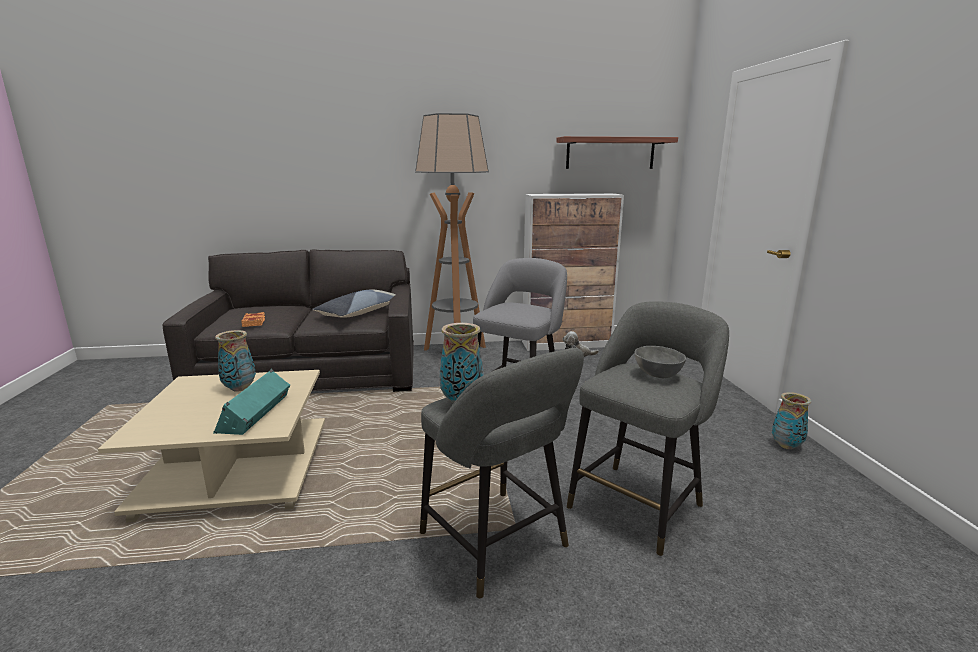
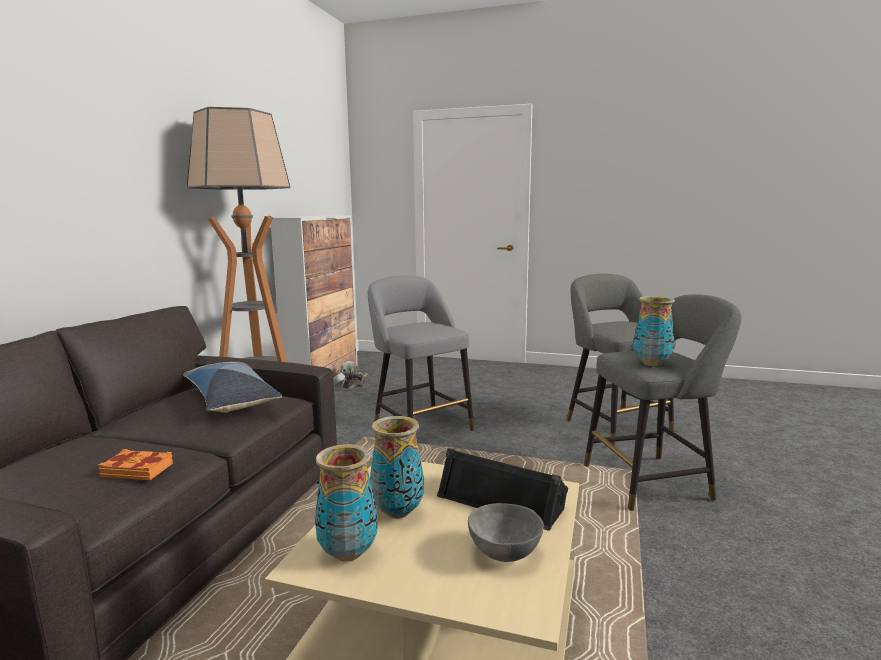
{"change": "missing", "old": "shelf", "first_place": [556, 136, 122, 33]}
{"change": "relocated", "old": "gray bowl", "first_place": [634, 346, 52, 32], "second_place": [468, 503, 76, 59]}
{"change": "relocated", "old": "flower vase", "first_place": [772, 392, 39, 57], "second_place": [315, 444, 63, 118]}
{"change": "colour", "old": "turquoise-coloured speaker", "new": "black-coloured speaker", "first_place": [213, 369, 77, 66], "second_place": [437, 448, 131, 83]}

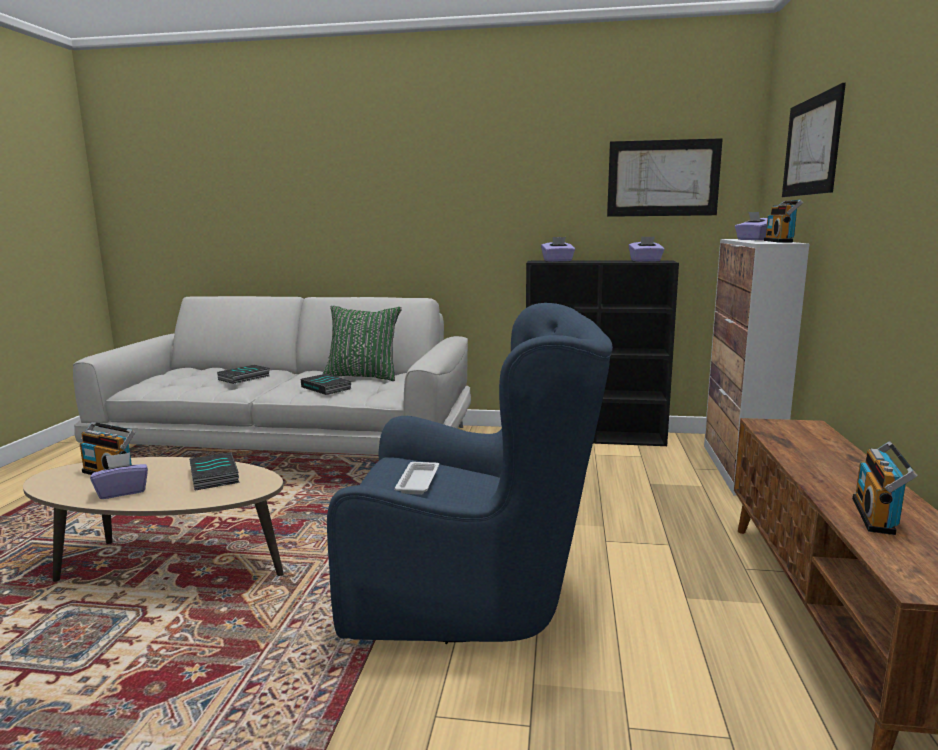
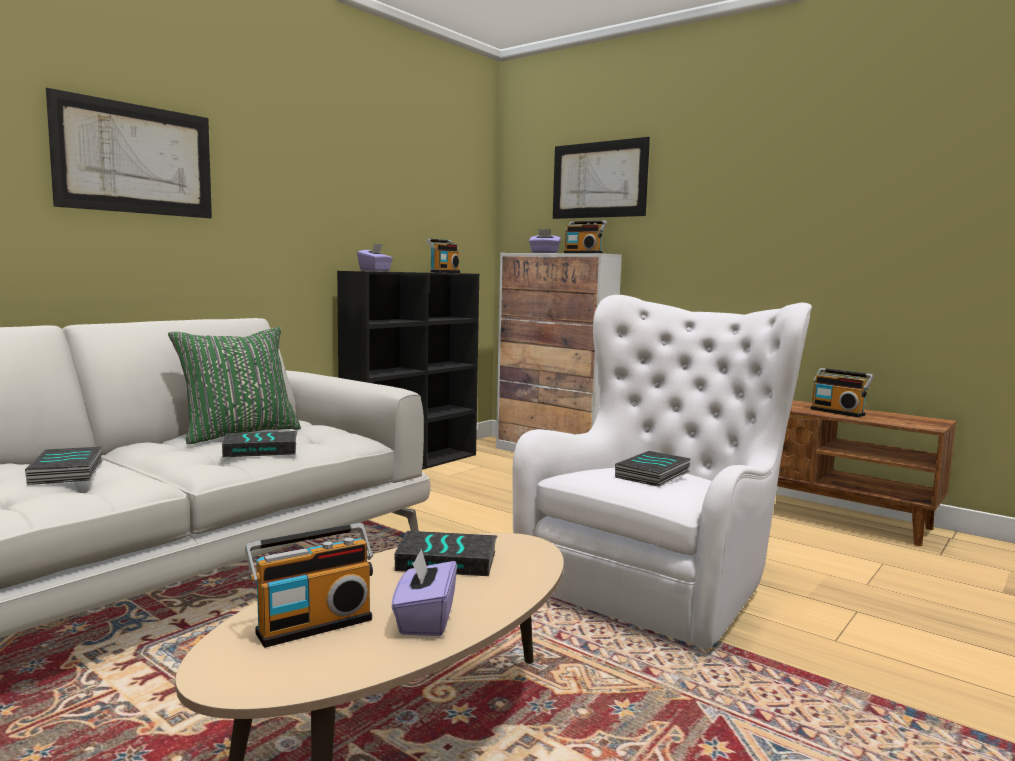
{"change": "relocated", "old": "wall art", "first_place": [607, 138, 116, 79], "second_place": [46, 88, 166, 130]}
{"change": "exchanged", "old": "white serving tray", "new": "bound book", "first_place": [394, 462, 45, 33], "second_place": [615, 451, 75, 36]}
{"change": "exchanged", "old": "purple box of tissues", "new": "radio", "first_place": [629, 236, 36, 26], "second_place": [426, 238, 34, 35]}
{"change": "colour", "old": "blue-coloured lounge chair", "new": "white lounge chair", "first_place": [327, 303, 286, 341], "second_place": [512, 295, 300, 354]}

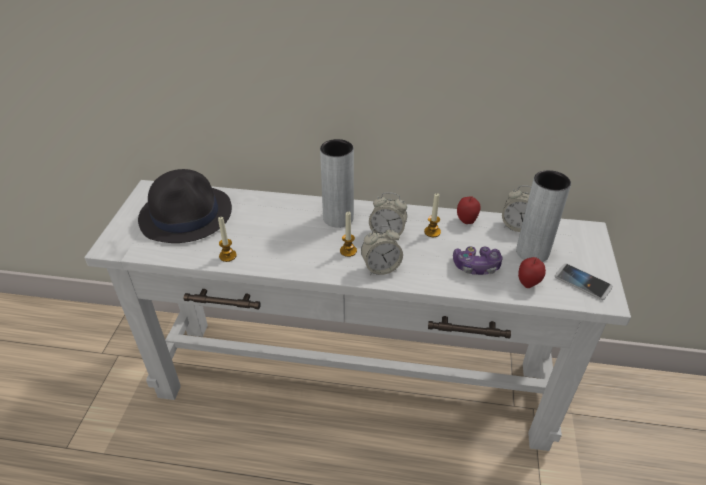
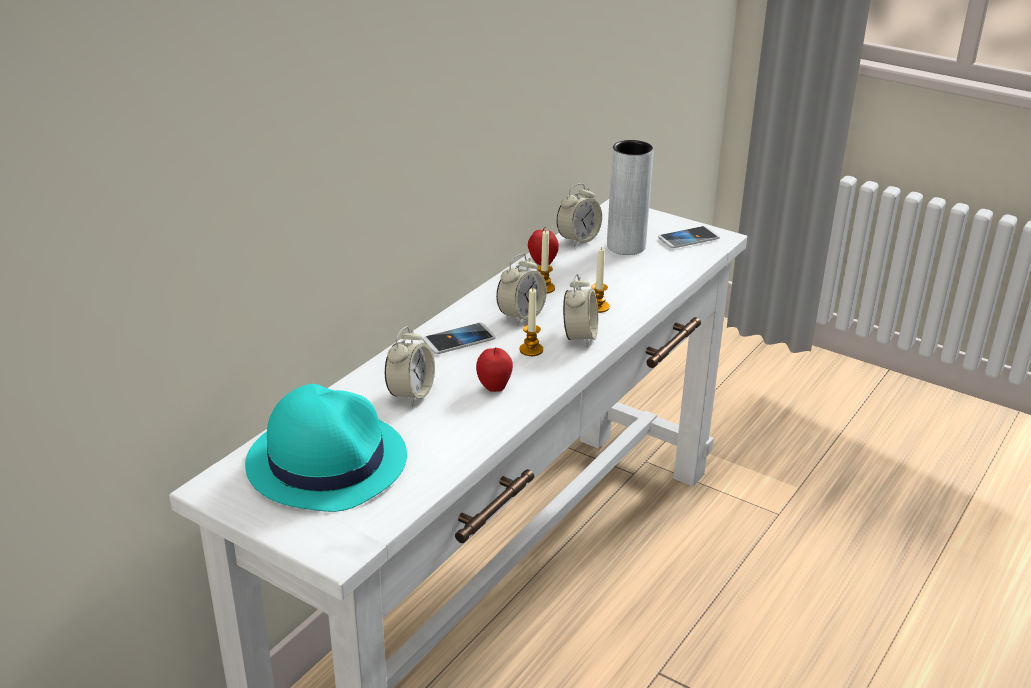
{"change": "missing", "old": "gamepad", "first_place": [453, 246, 50, 29]}
{"change": "appeared", "new": "bedside clock", "second_place": [385, 326, 50, 80]}
{"change": "relocated", "old": "wax candle", "first_place": [218, 216, 19, 46], "second_place": [591, 248, 19, 65]}
{"change": "relocated", "old": "apple fruit", "first_place": [518, 257, 28, 31], "second_place": [476, 347, 37, 45]}
{"change": "exchanged", "old": "gray flower vase", "new": "handset", "first_place": [320, 139, 34, 89], "second_place": [423, 323, 73, 31]}
{"change": "colour", "old": "black-coloured clothing hat", "new": "turquoise-coloured clothing hat", "first_place": [138, 169, 94, 74], "second_place": [245, 384, 162, 128]}

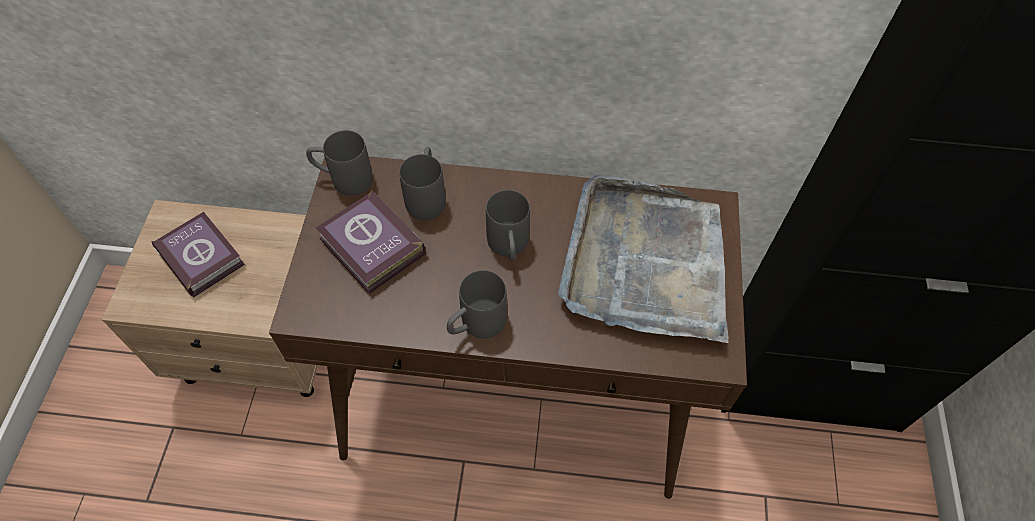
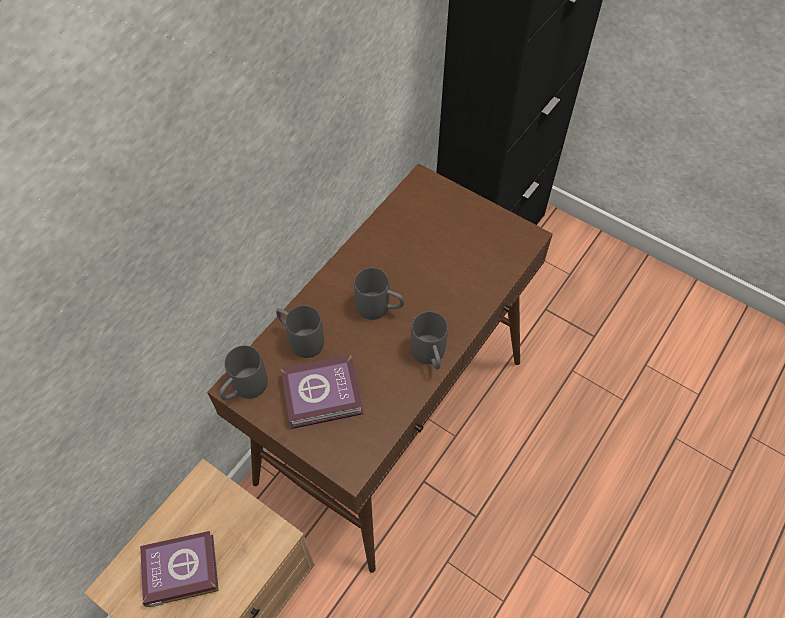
{"change": "missing", "old": "gray serving tray", "first_place": [558, 175, 171, 168]}

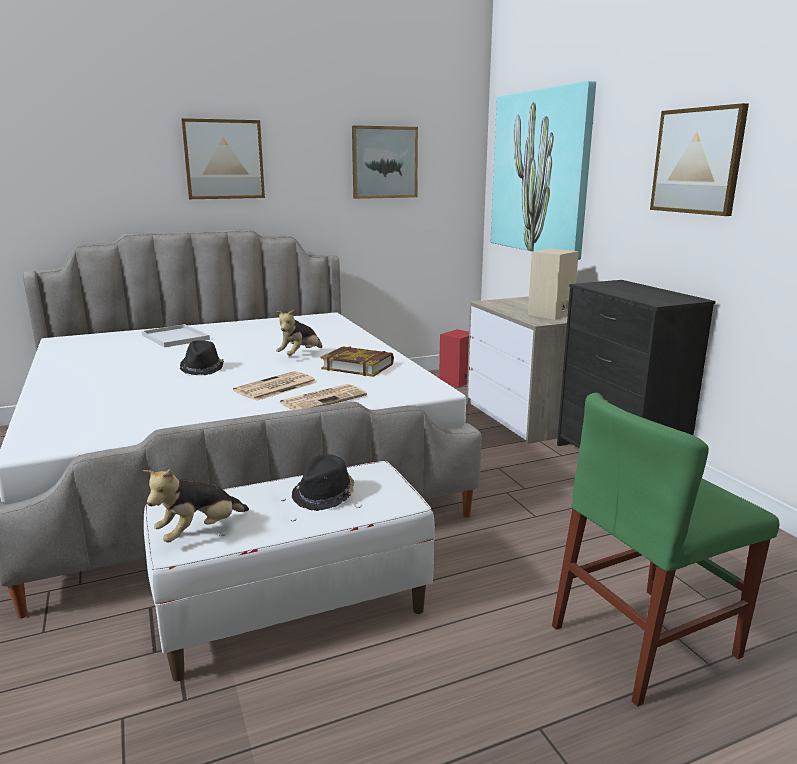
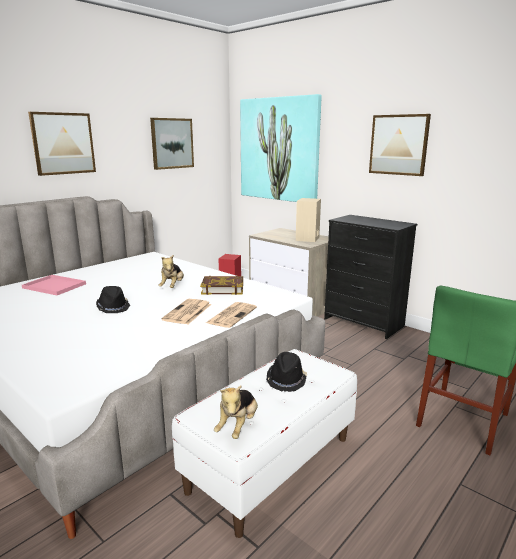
{"change": "colour", "old": "white serving tray", "new": "pink-coloured serving tray", "first_place": [141, 324, 69, 24], "second_place": [22, 275, 64, 20]}

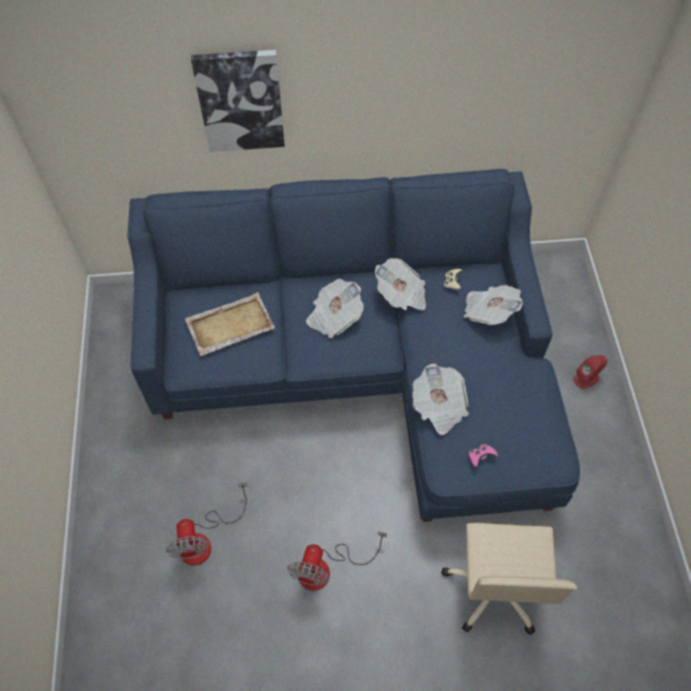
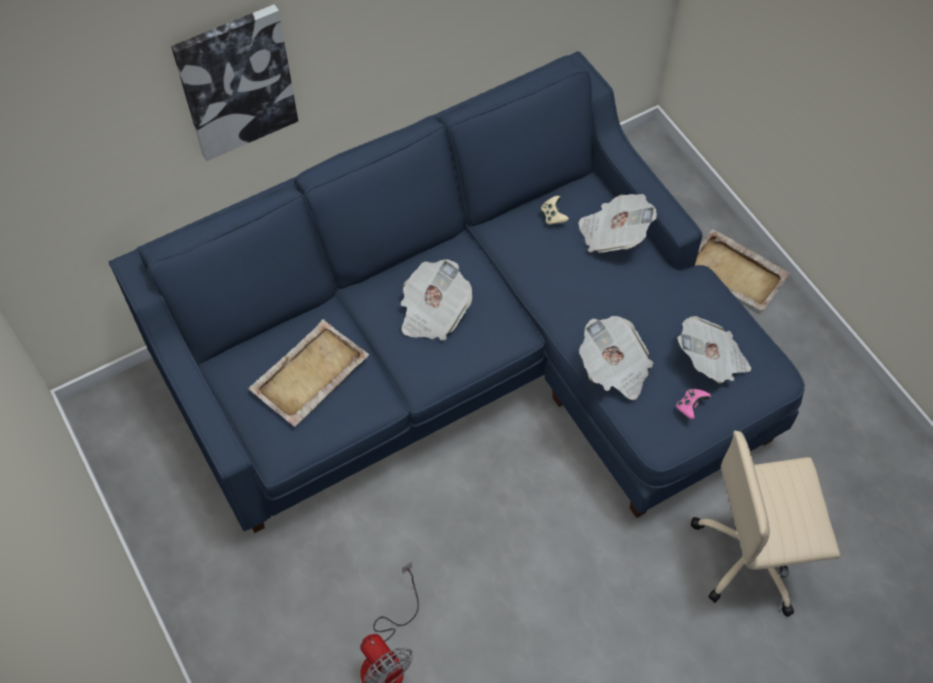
{"change": "missing", "old": "cooling fan", "first_place": [287, 531, 100, 60]}
{"change": "relocated", "old": "newspaper", "first_place": [375, 258, 51, 52], "second_place": [677, 316, 74, 67]}
{"change": "exchanged", "old": "red speaker", "new": "sand-coloured serving tray", "first_place": [573, 355, 34, 34], "second_place": [695, 229, 96, 82]}
{"change": "spun", "old": "sand-coloured computer chair", "first_place": [441, 523, 137, 112], "second_place": [691, 430, 149, 187], "degrees": 105}

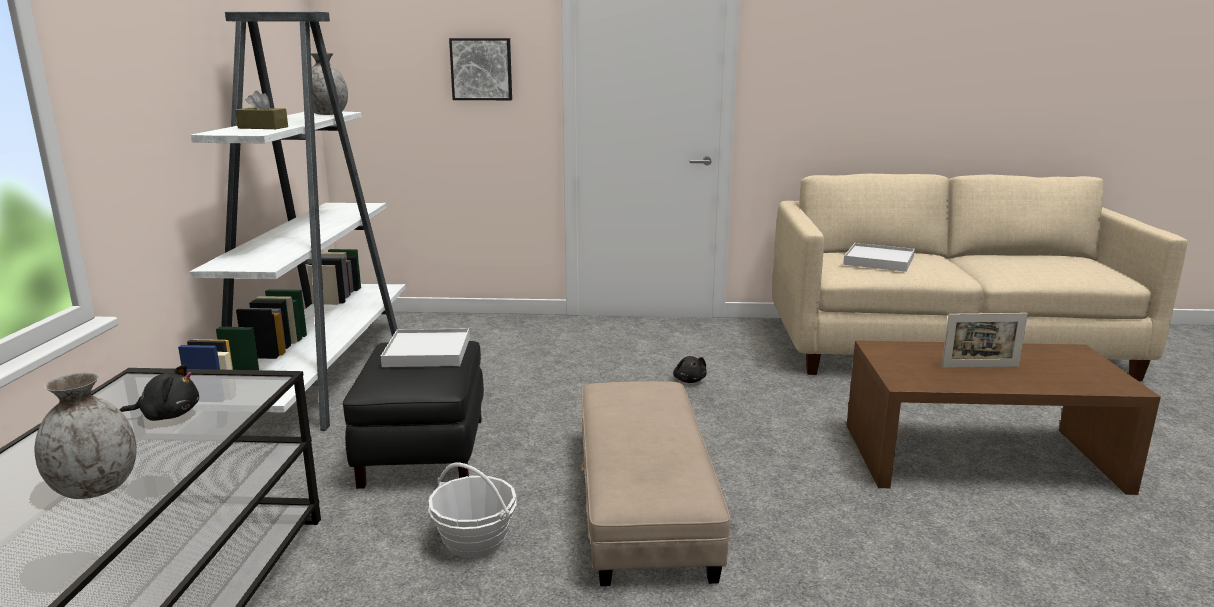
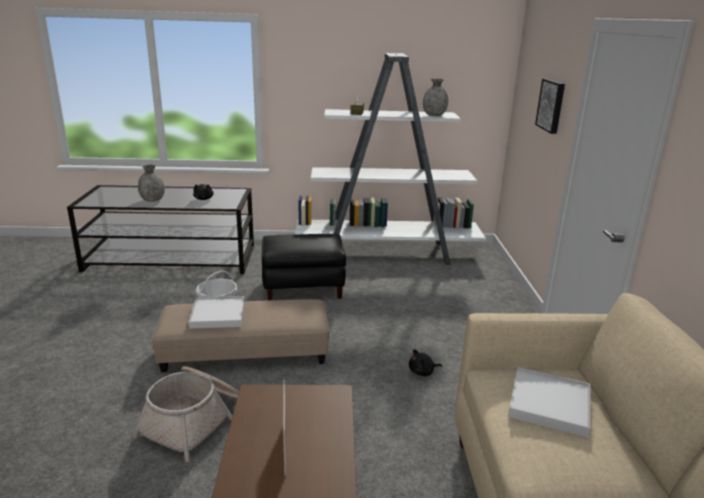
{"change": "appeared", "new": "household basket", "second_place": [133, 366, 106, 96]}
{"change": "relocated", "old": "white serving tray", "first_place": [381, 329, 89, 38], "second_place": [189, 296, 56, 33]}

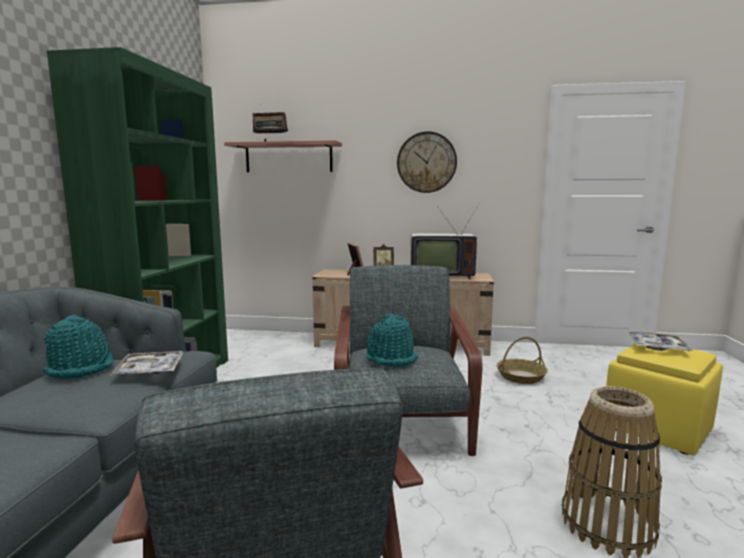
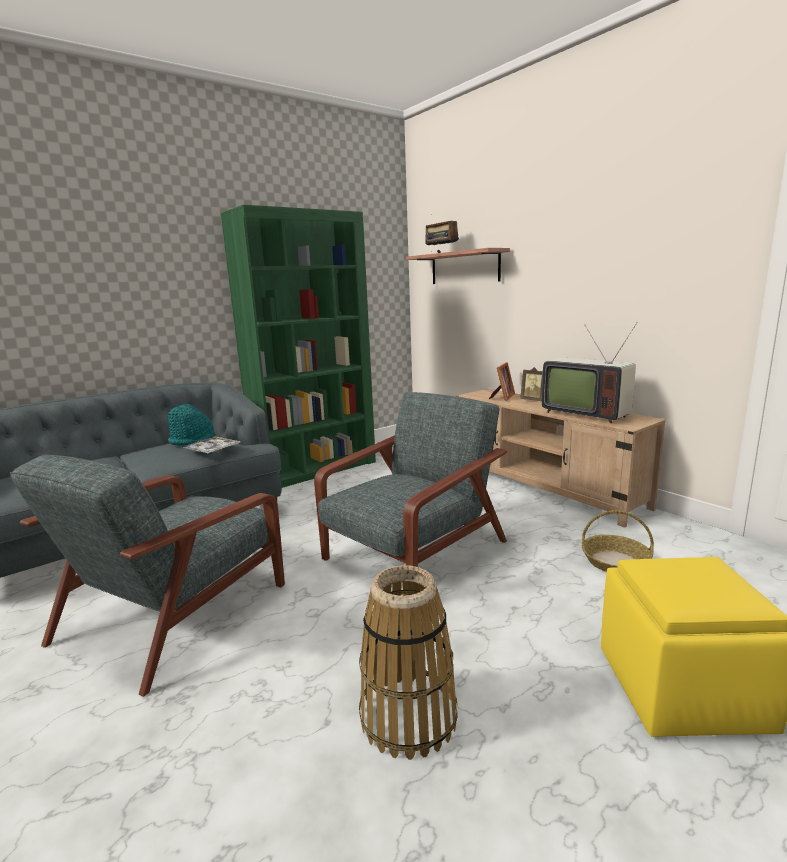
{"change": "missing", "old": "turquoise-coloured clothing hat", "first_place": [367, 313, 51, 54]}
{"change": "missing", "old": "wall clock", "first_place": [397, 131, 60, 62]}
{"change": "missing", "old": "serving tray", "first_place": [629, 332, 63, 19]}

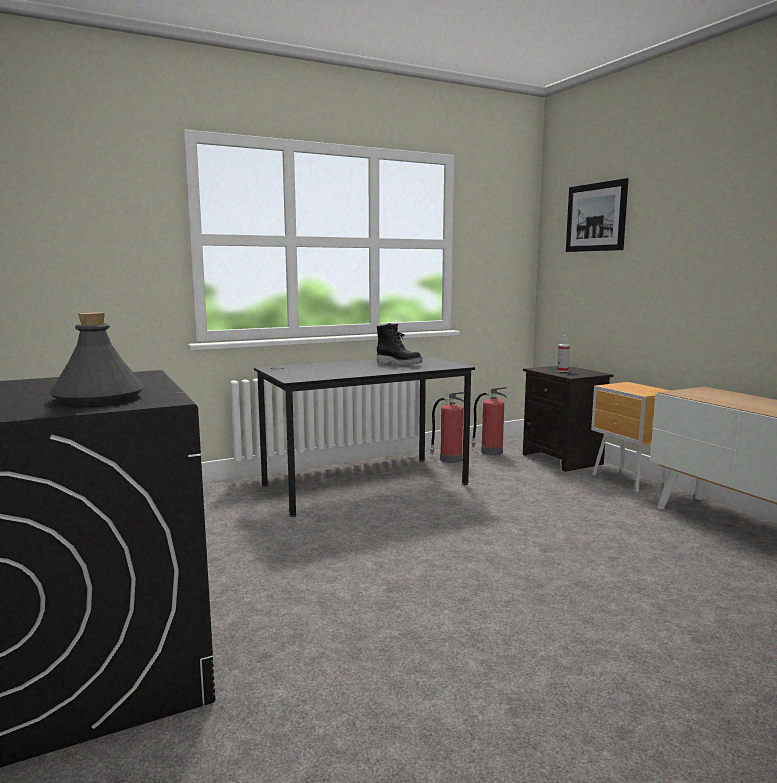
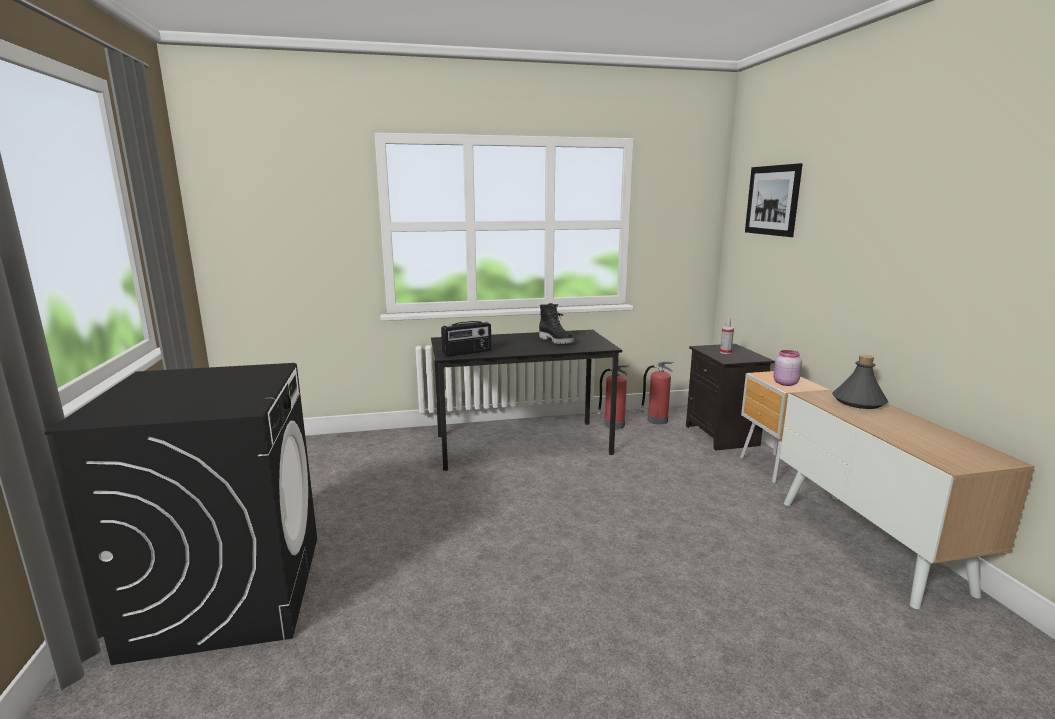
{"change": "appeared", "new": "radio", "second_place": [441, 321, 50, 36]}
{"change": "appeared", "new": "pink-coloured preserve jar", "second_place": [773, 350, 29, 36]}
{"change": "relocated", "old": "gray beverage bottle", "first_place": [49, 312, 96, 94], "second_place": [832, 355, 56, 54]}

